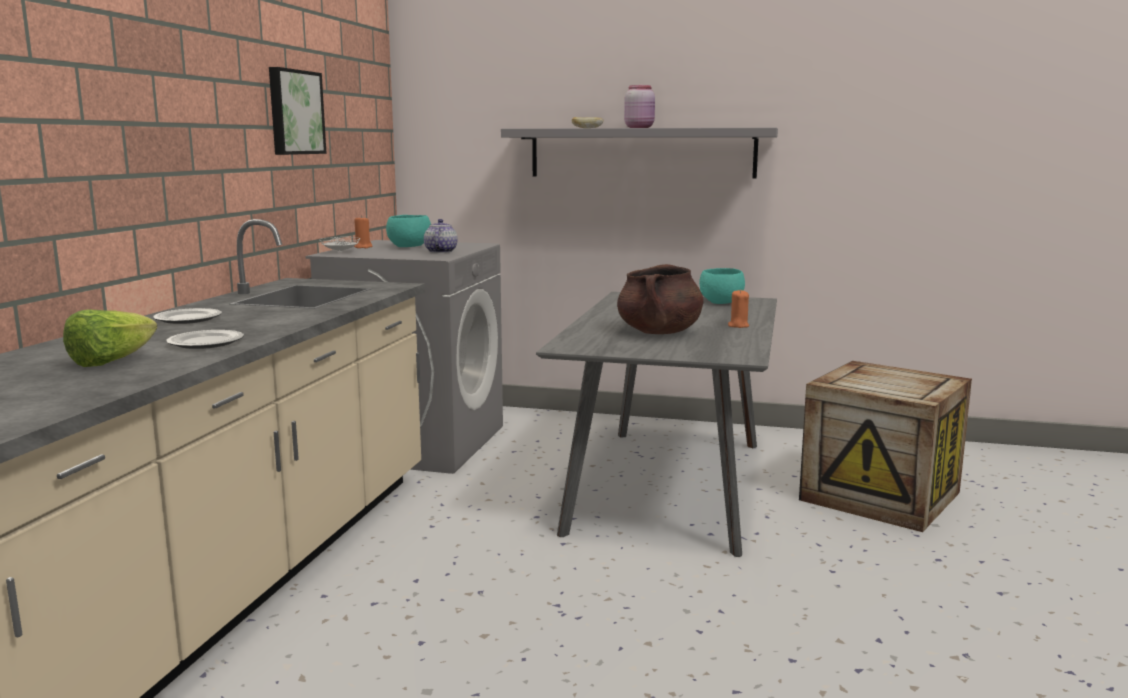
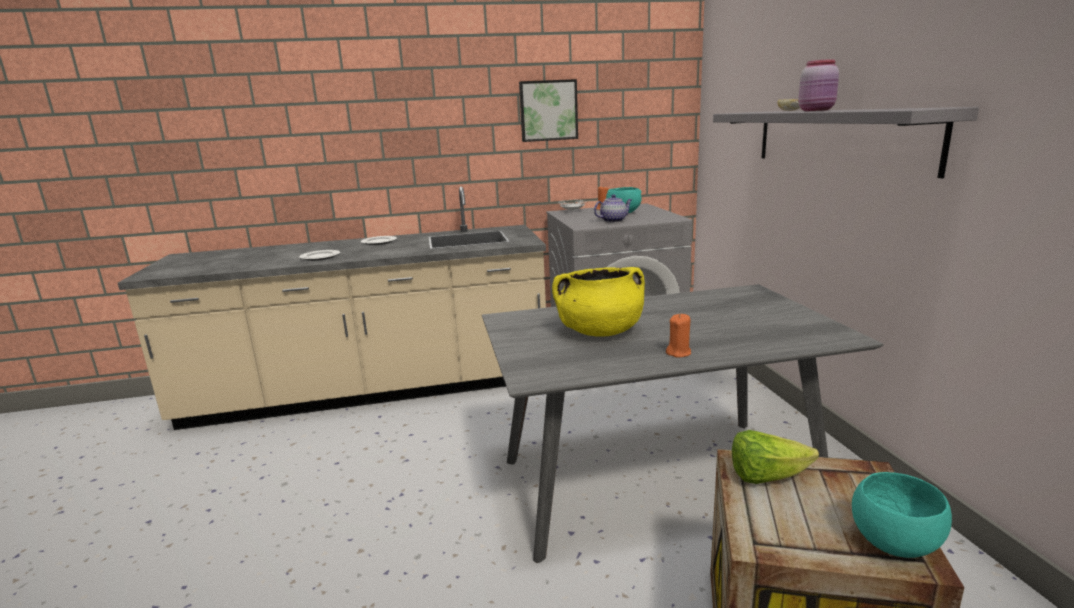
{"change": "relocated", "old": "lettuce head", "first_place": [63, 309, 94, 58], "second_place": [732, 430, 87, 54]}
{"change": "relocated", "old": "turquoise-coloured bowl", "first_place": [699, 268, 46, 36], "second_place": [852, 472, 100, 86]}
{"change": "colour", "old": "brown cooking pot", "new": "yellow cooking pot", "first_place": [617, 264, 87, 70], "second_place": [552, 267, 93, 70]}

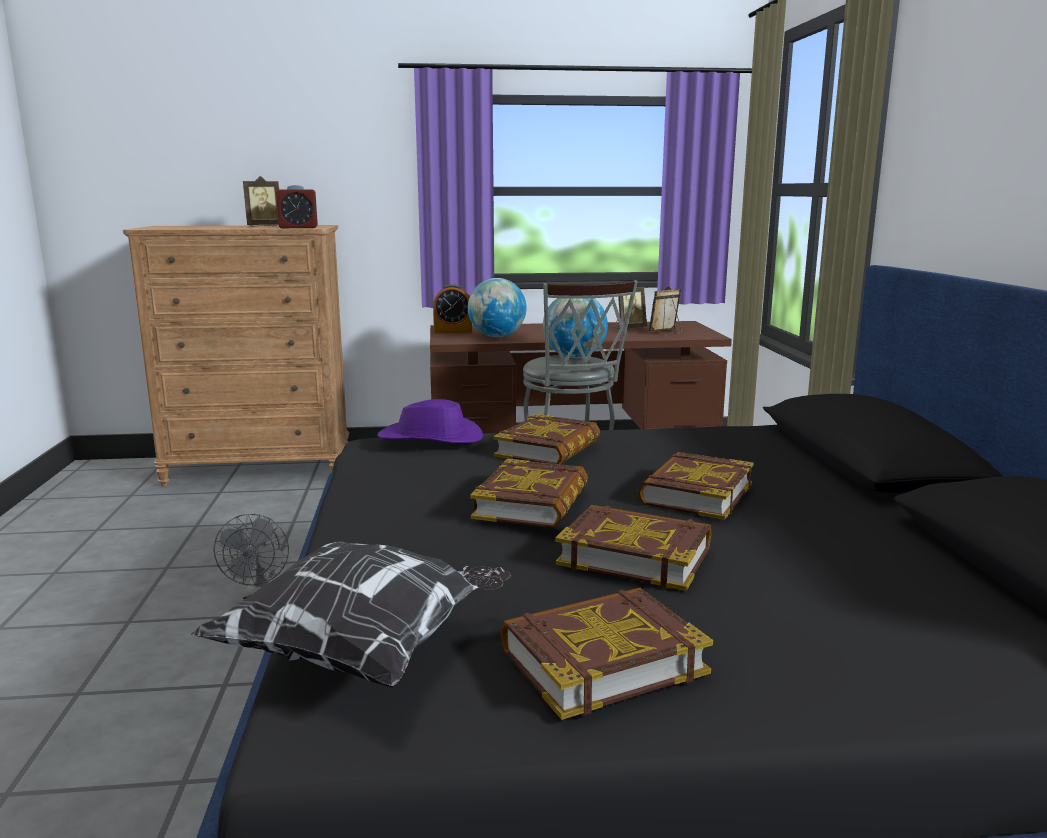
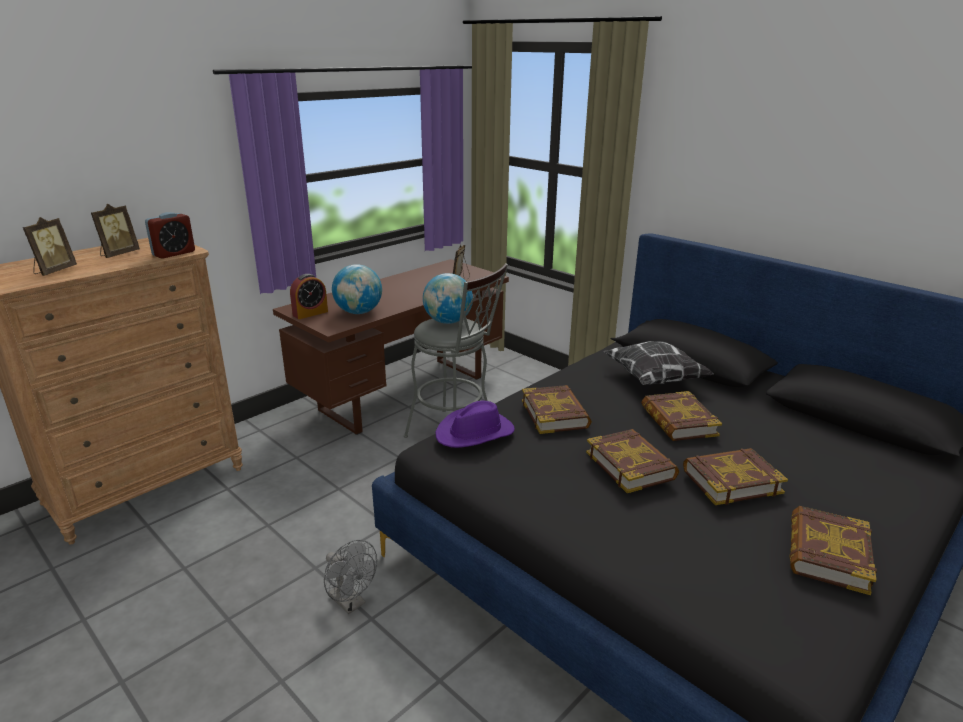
{"change": "relocated", "old": "cushion", "first_place": [190, 541, 321, 147], "second_place": [604, 341, 110, 44]}
{"change": "relocated", "old": "photo frame", "first_place": [615, 287, 32, 42], "second_place": [23, 217, 54, 59]}

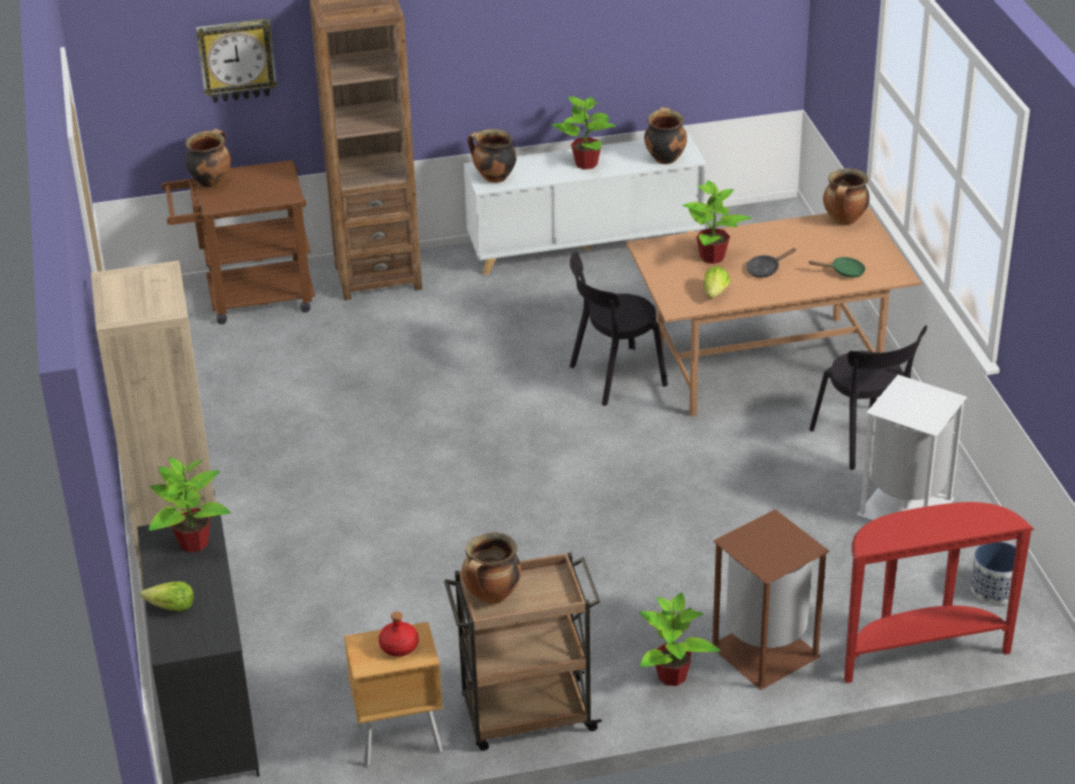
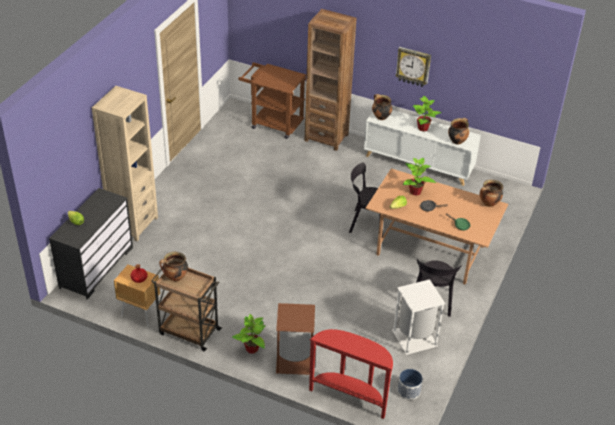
{"change": "missing", "old": "houseplant", "first_place": [149, 457, 82, 96]}
{"change": "missing", "old": "cooking pot", "first_place": [185, 129, 46, 59]}
{"change": "relocated", "old": "wall clock", "first_place": [196, 18, 81, 85], "second_place": [395, 47, 36, 40]}

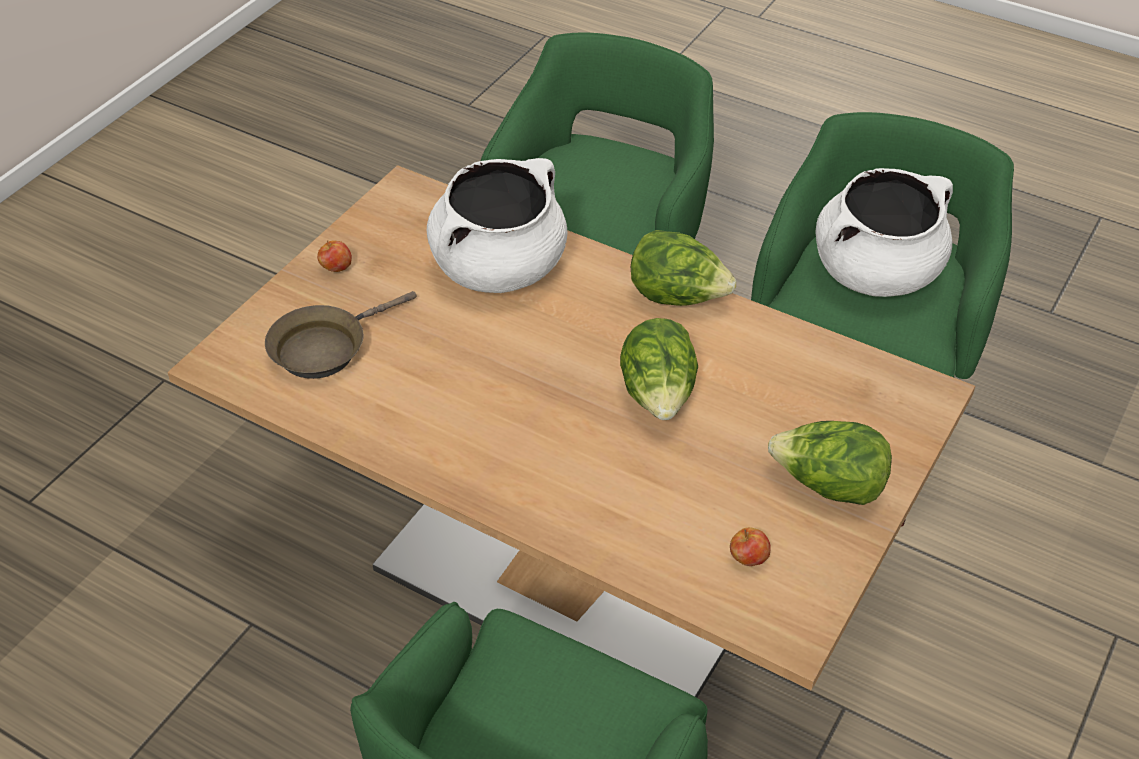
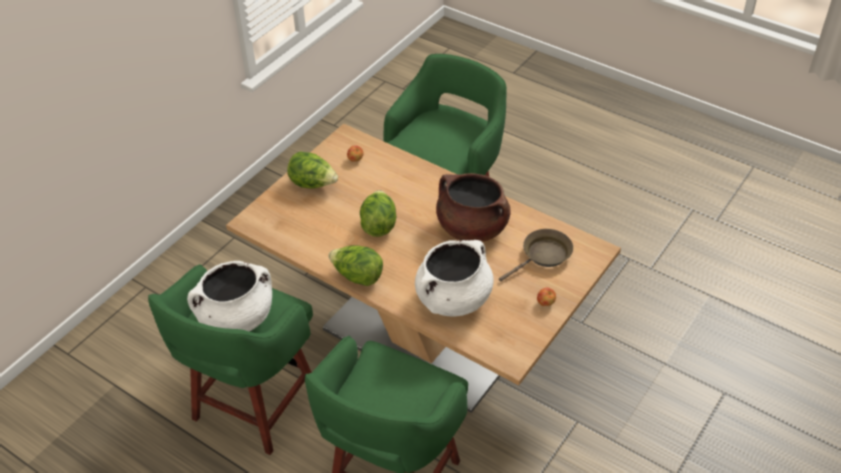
{"change": "appeared", "new": "brown cooking pot", "second_place": [436, 173, 75, 69]}

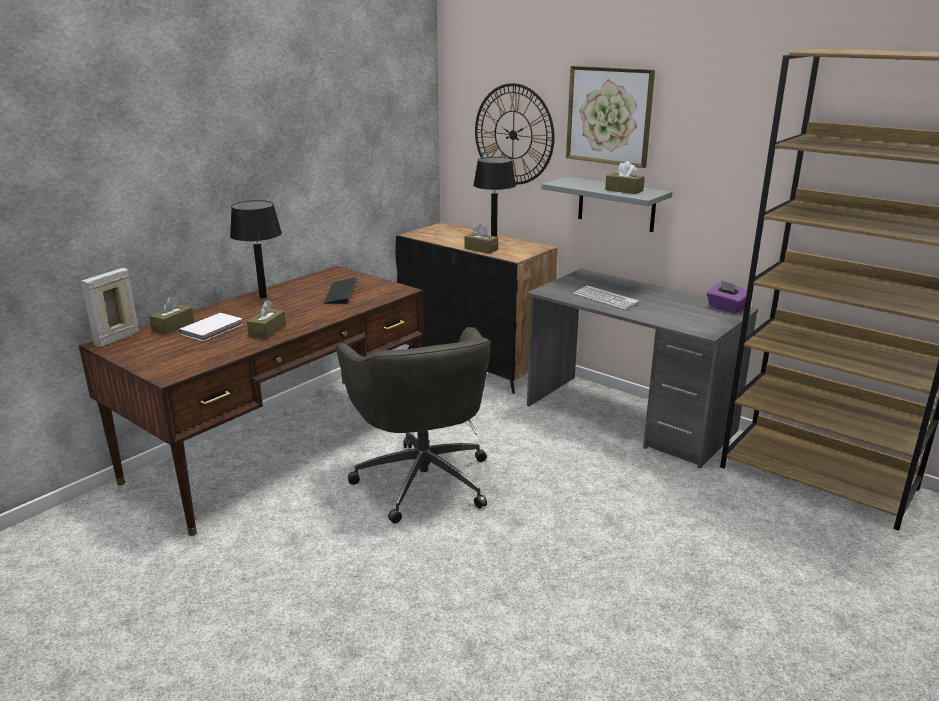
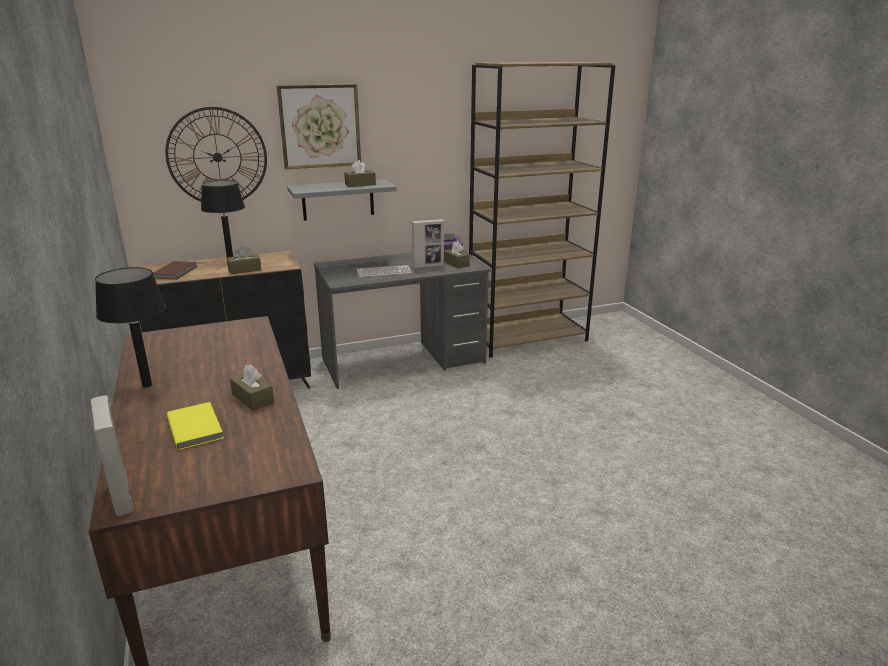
{"change": "missing", "old": "PC keyboard", "first_place": [323, 278, 34, 26]}
{"change": "missing", "old": "gray computer chair", "first_place": [336, 327, 155, 197]}
{"change": "appeared", "new": "brown bound book", "second_place": [153, 261, 45, 19]}
{"change": "appeared", "new": "photo frame", "second_place": [412, 219, 32, 49]}
{"change": "relocated", "old": "brown box of tissues", "first_place": [149, 296, 45, 39], "second_place": [444, 242, 26, 26]}
{"change": "colour", "old": "white bound book", "new": "yellow bound book", "first_place": [178, 313, 65, 28], "second_place": [167, 402, 57, 48]}

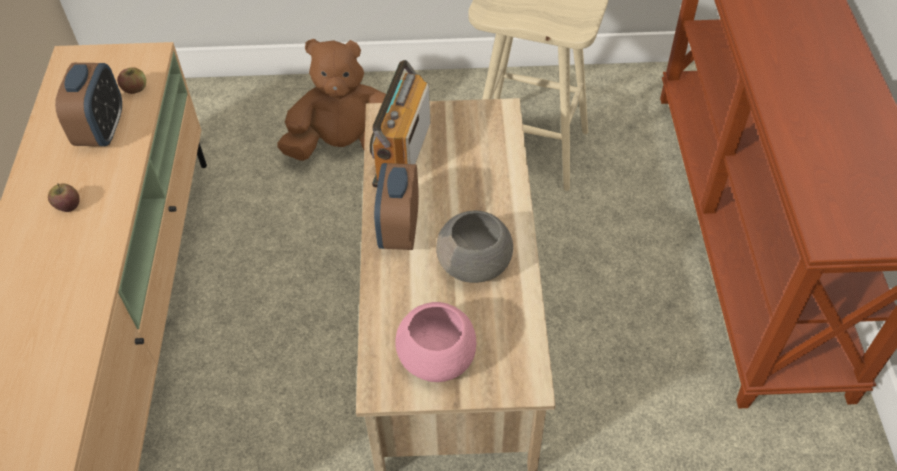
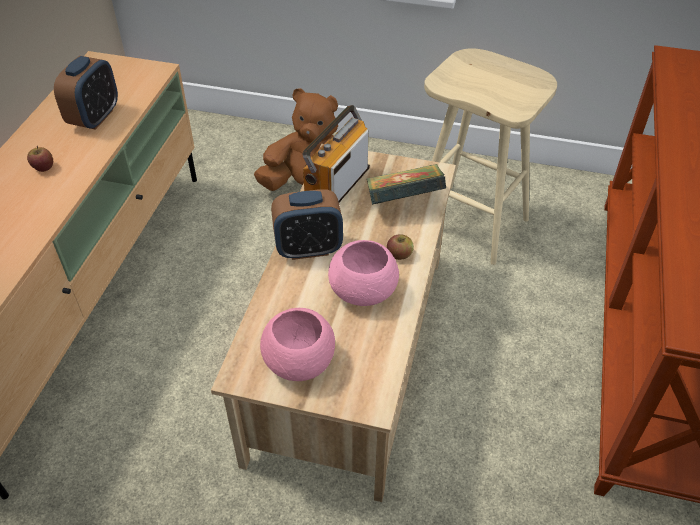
{"change": "appeared", "new": "bound book", "second_place": [367, 164, 79, 41]}
{"change": "relocated", "old": "apple fruit", "first_place": [117, 68, 29, 26], "second_place": [387, 234, 27, 26]}
{"change": "colour", "old": "gray bowl", "new": "pink-coloured bowl", "first_place": [436, 211, 77, 72], "second_place": [328, 240, 71, 66]}
{"change": "spun", "old": "bedside clock", "first_place": [374, 163, 45, 87], "second_place": [271, 190, 72, 70], "degrees": -120}

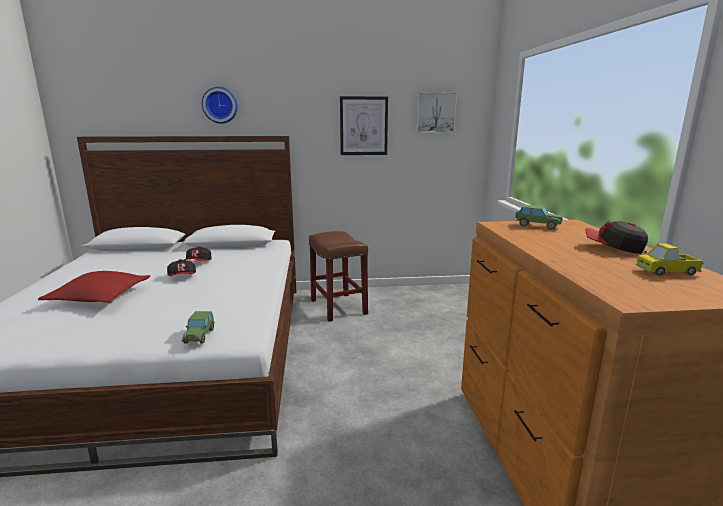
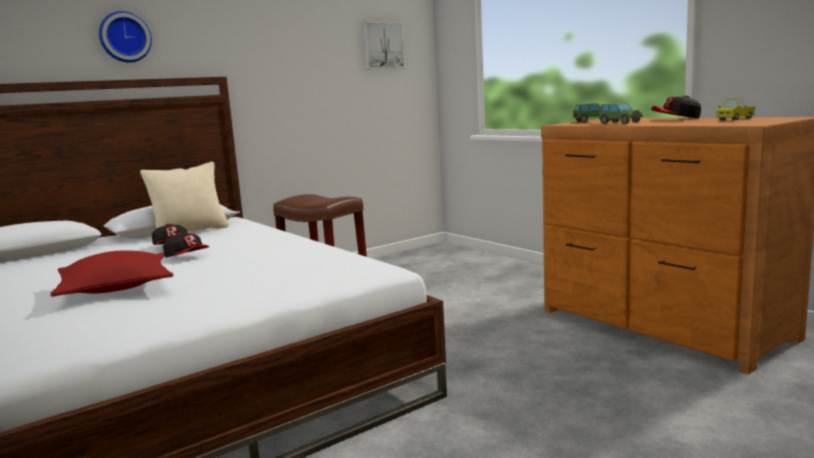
{"change": "missing", "old": "wall art", "first_place": [340, 96, 48, 59]}
{"change": "appeared", "new": "sand-coloured cushion", "second_place": [140, 162, 89, 69]}
{"change": "relocated", "old": "model car", "first_place": [181, 311, 34, 33], "second_place": [599, 103, 44, 21]}

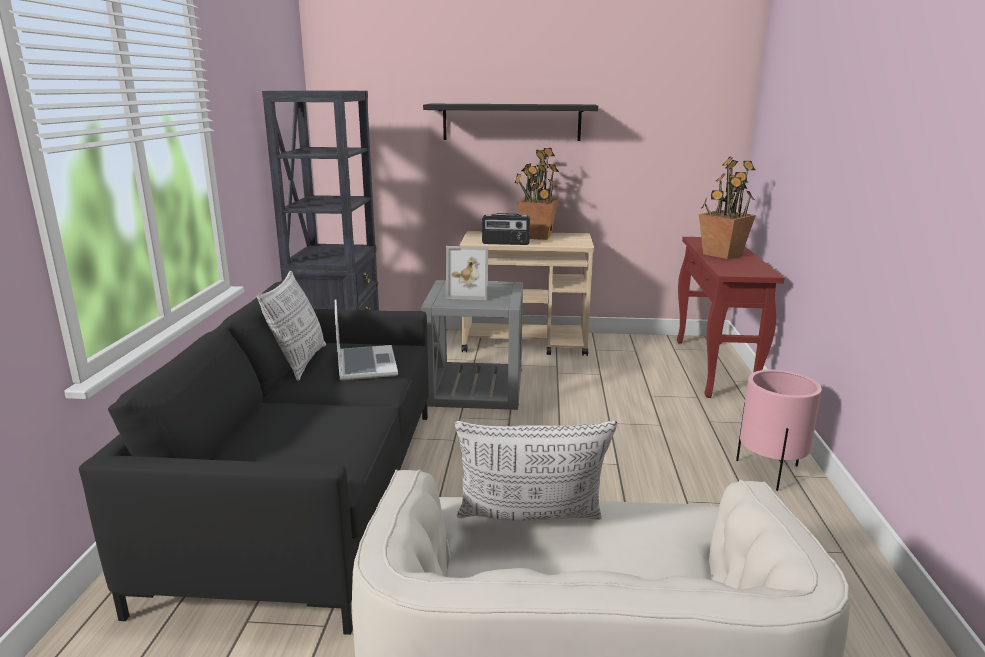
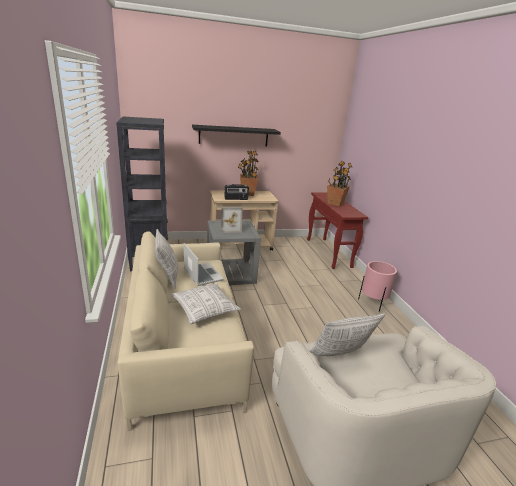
{"change": "appeared", "new": "cushion", "second_place": [171, 283, 70, 41]}
{"change": "colour", "old": "black-coloured sofa", "new": "sand-coloured sofa", "first_place": [79, 280, 350, 355], "second_place": [117, 231, 137, 200]}

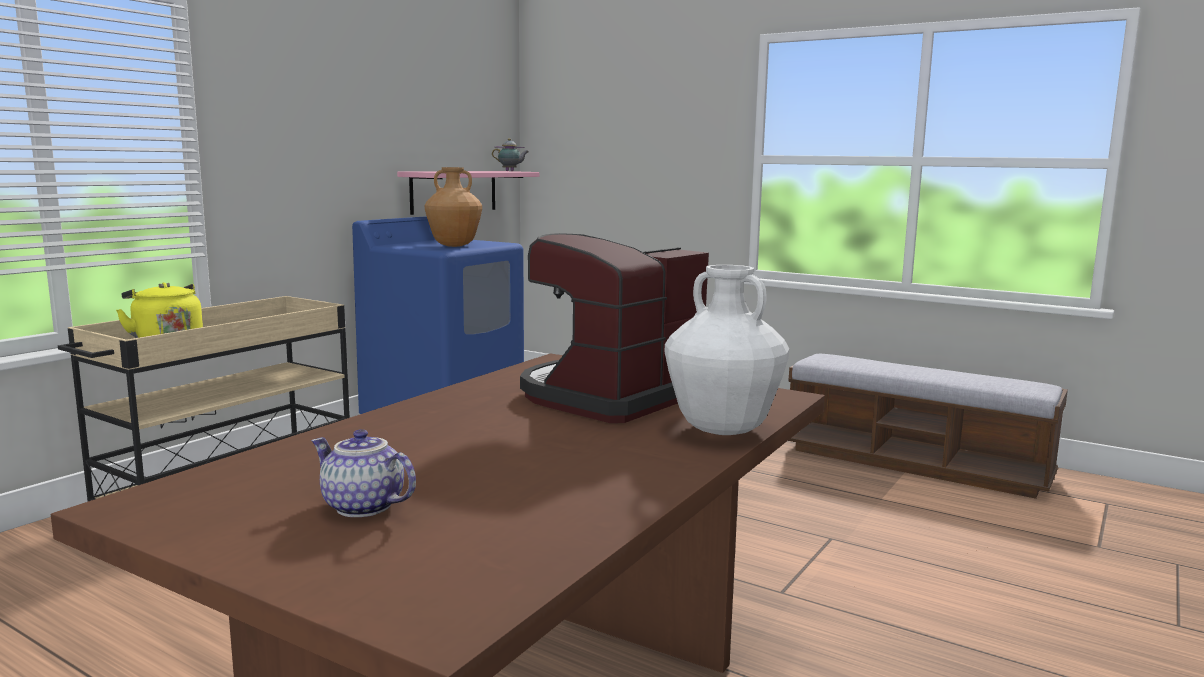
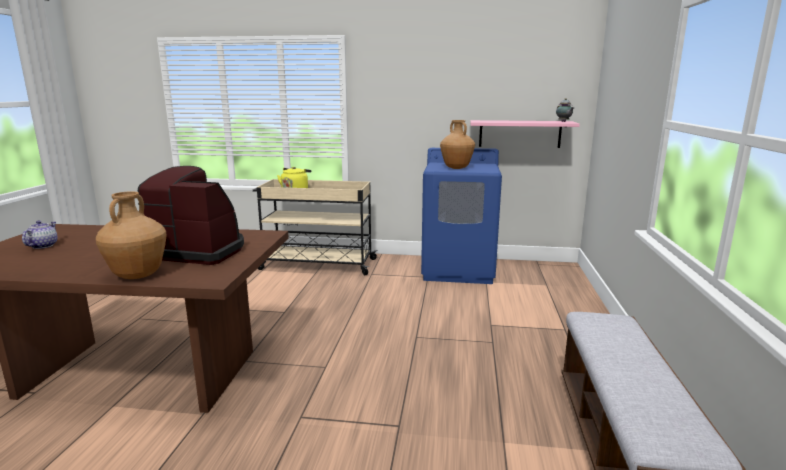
{"change": "colour", "old": "white flower vase", "new": "brown flower vase", "first_place": [665, 265, 124, 170], "second_place": [96, 191, 71, 88]}

